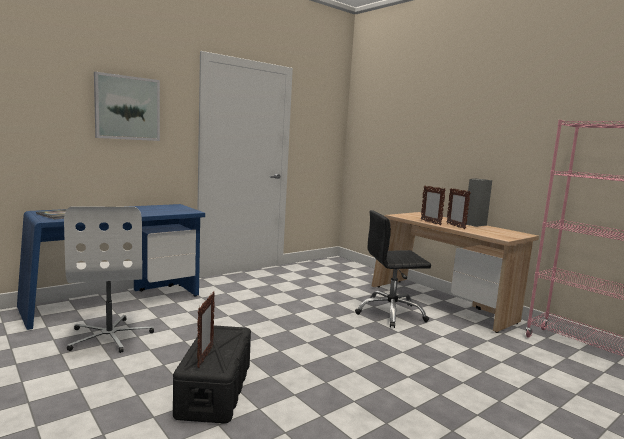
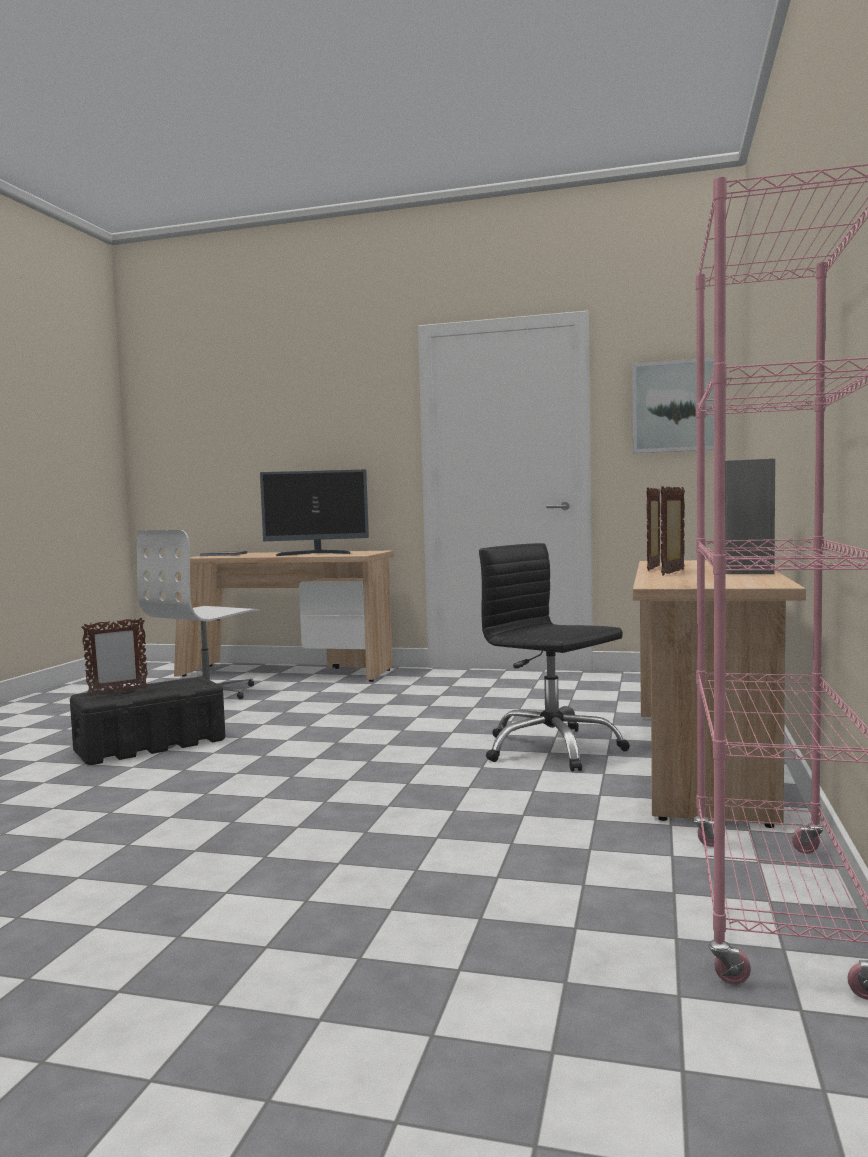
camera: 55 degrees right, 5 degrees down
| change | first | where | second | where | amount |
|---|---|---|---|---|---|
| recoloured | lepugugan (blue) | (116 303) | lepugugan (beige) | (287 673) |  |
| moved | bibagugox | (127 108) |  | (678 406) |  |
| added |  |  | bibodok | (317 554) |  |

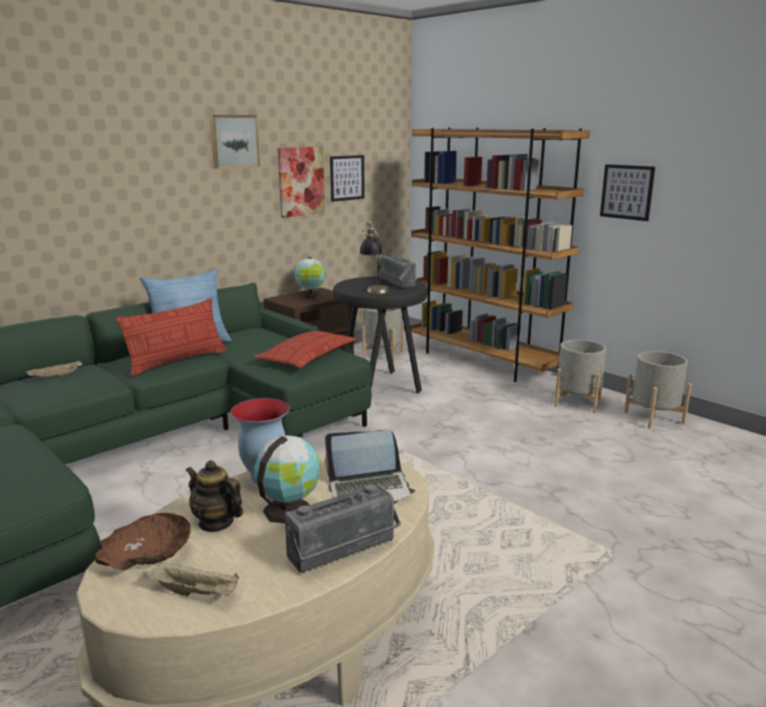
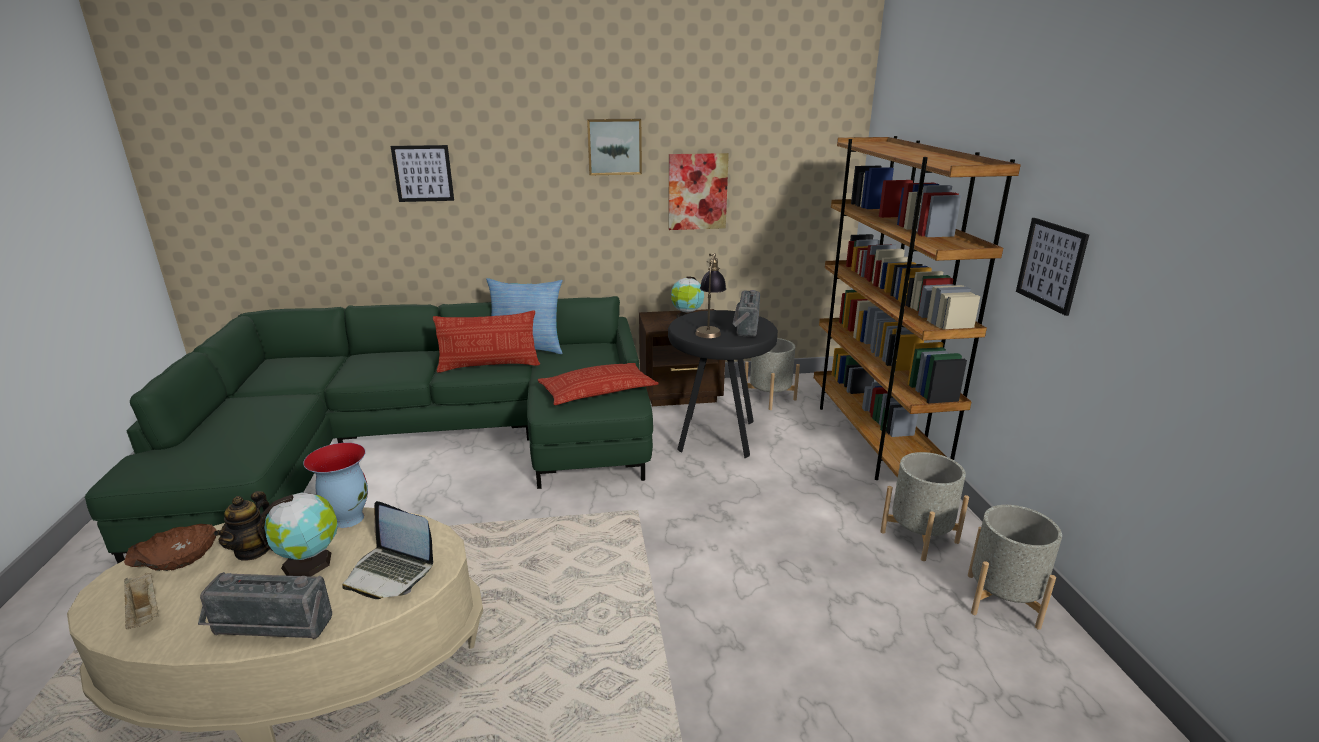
camera: 35 degrees right, 5 degrees up
| change | first | where | second | where | amount |
|---|---|---|---|---|---|
| removed | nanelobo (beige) | (56 377) |  |  |  |
| turned | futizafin | (216 522) |  | (253 550) | 150 degrees counterclockwise |
| moved | bibagugox | (347 178) |  | (423 173) |  |

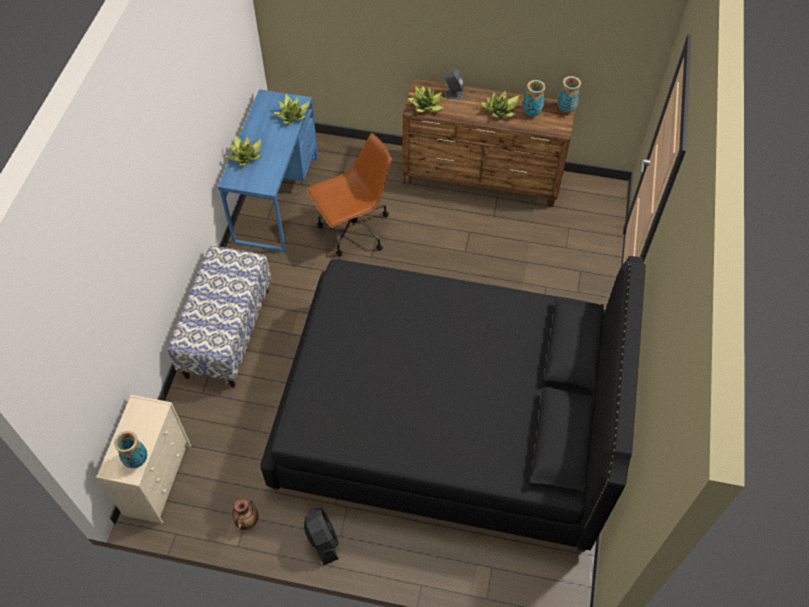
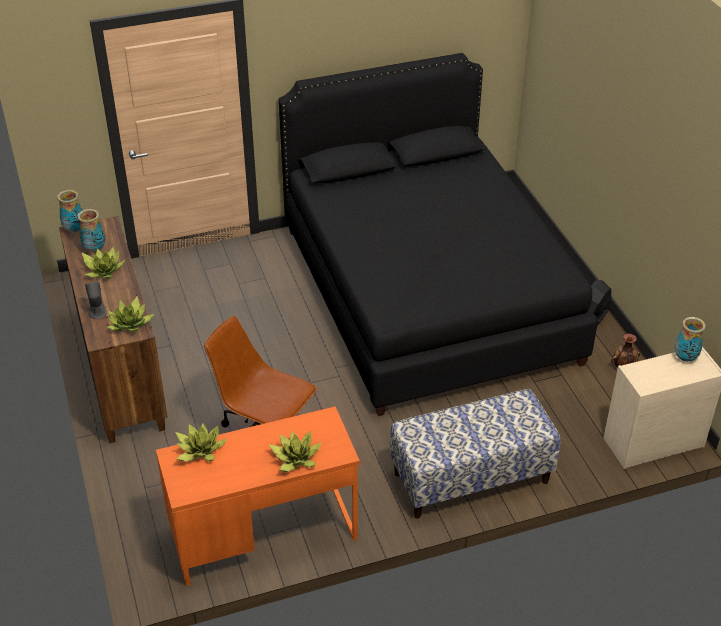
camera: 120 degrees left, 15 degrees down
| change | first | where | second | where | amount |
|---|---|---|---|---|---|
| recoloured | lepugugan (blue) | (277 198) | lepugugan (orange) | (263 533) |  |

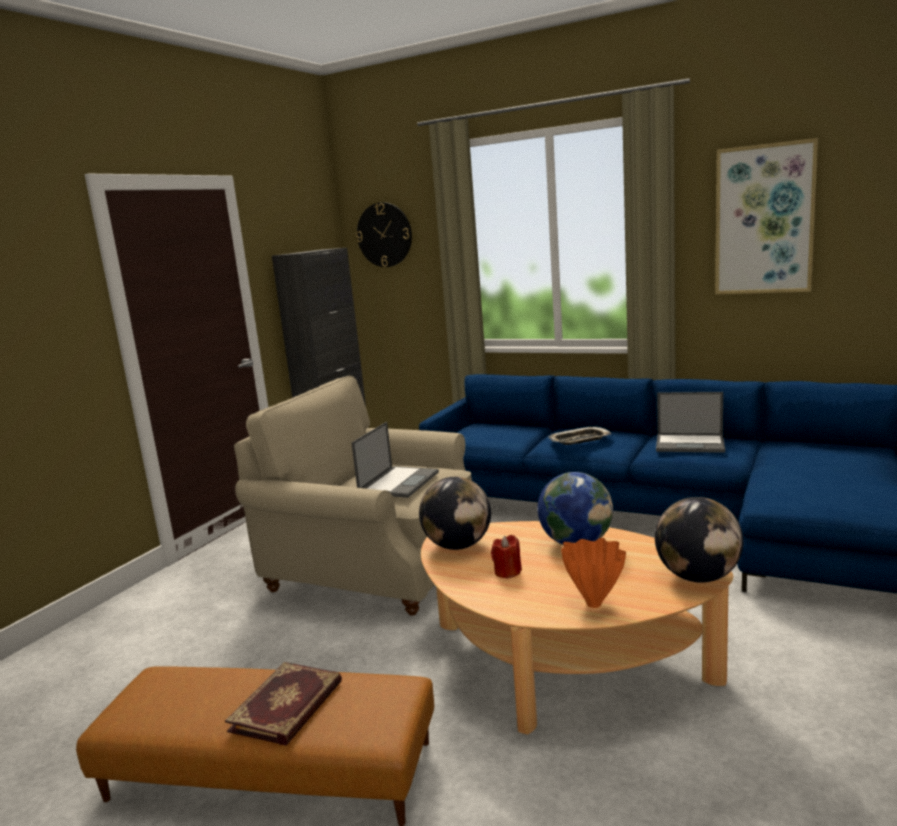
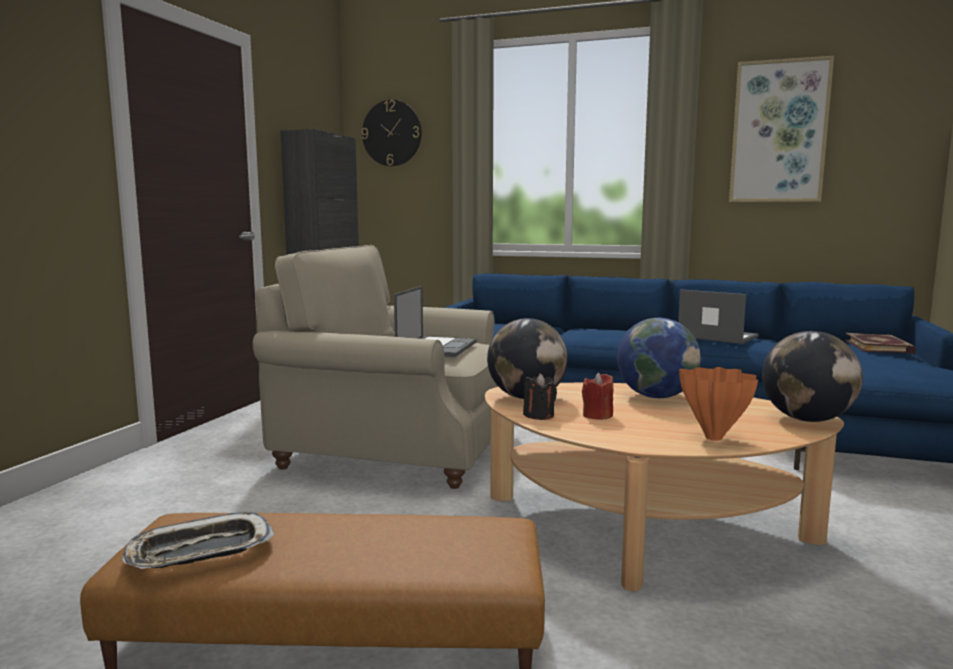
camera: 10 degrees left, 5 degrees down
| change | first | where | second | where | amount |
|---|---|---|---|---|---|
| moved | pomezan | (288 706) |  | (879 346) |  |
| moved | nanelobo | (579 440) |  | (199 551) |  |
| turned | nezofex | (691 444) |  | (716 336) | 150 degrees counterclockwise |
| added |  |  | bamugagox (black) | (539 415) |  |

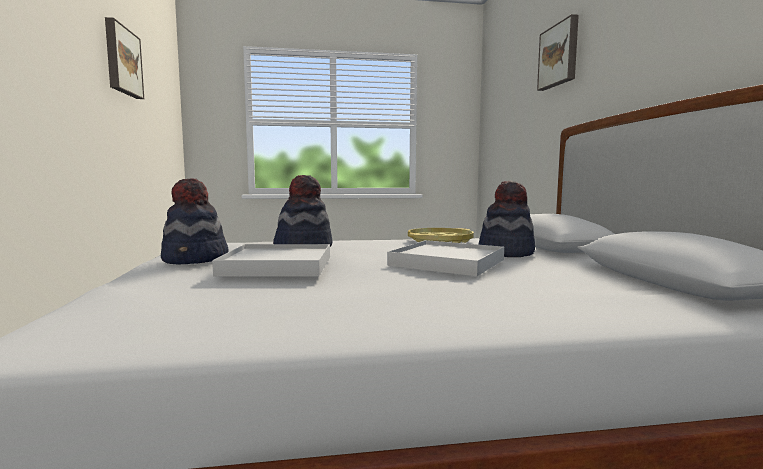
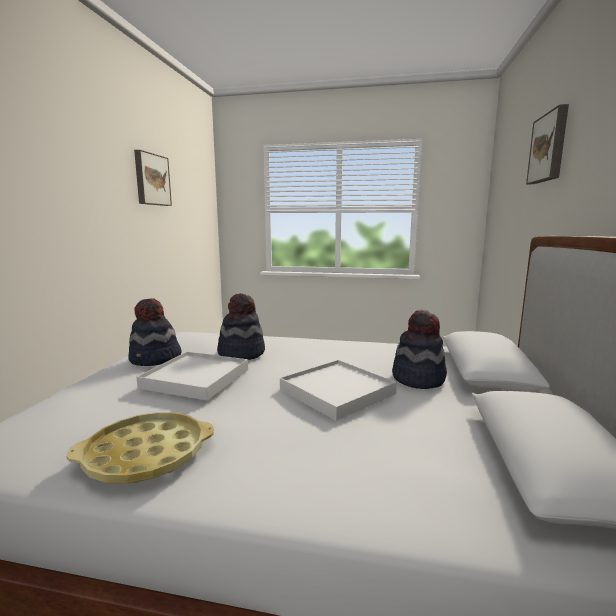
camera: 20 degrees right, 5 degrees up
| change | first | where | second | where | amount |
|---|---|---|---|---|---|
| moved | nanelobo (yellow) | (440 241) |  | (146 455) |  |

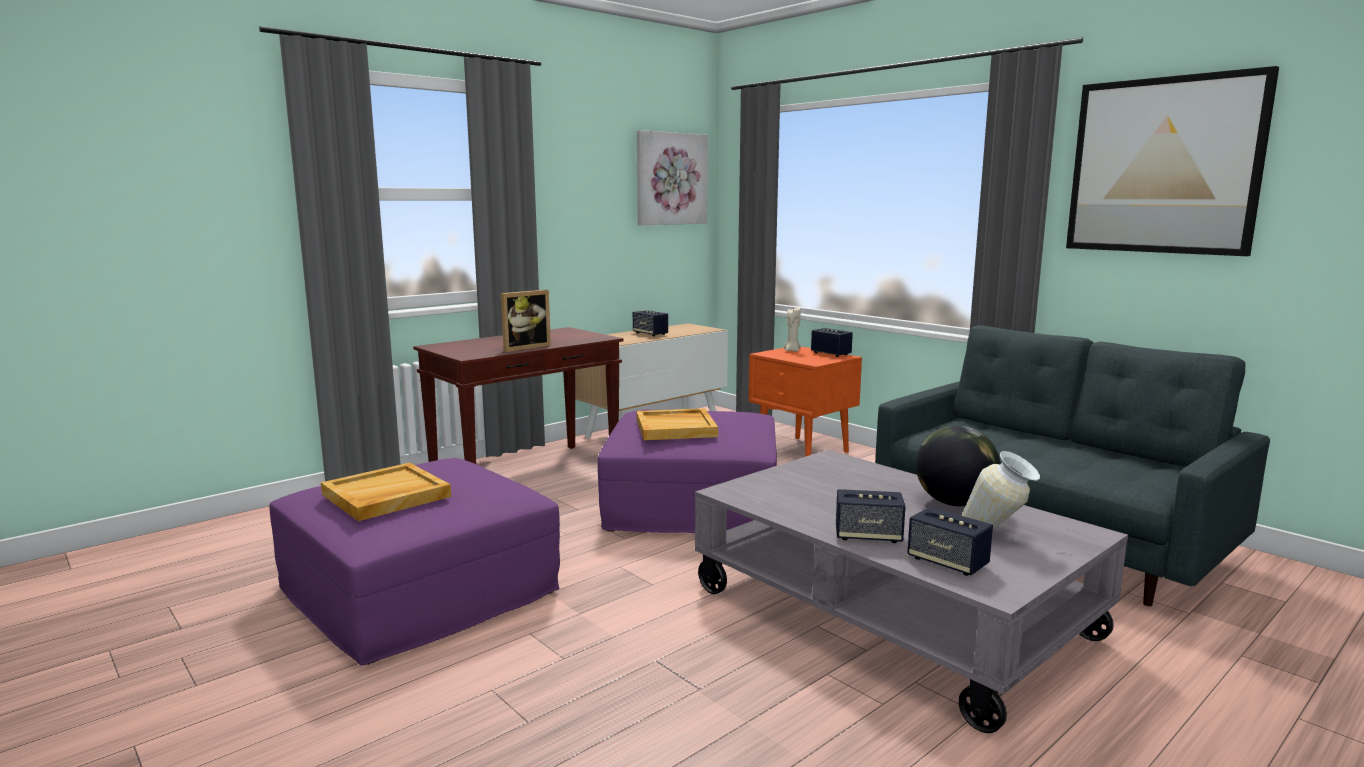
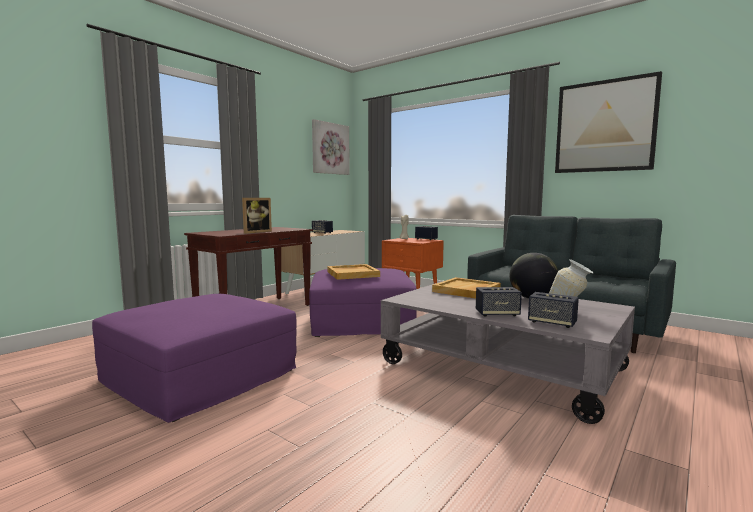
camera: 10 degrees left, 5 degrees down
| change | first | where | second | where | amount |
|---|---|---|---|---|---|
| moved | nanelobo (beige) | (385 496) |  | (466 291) |  |

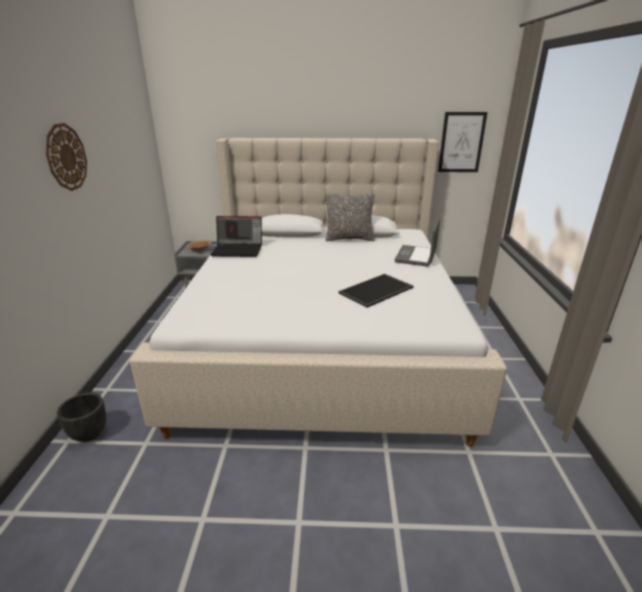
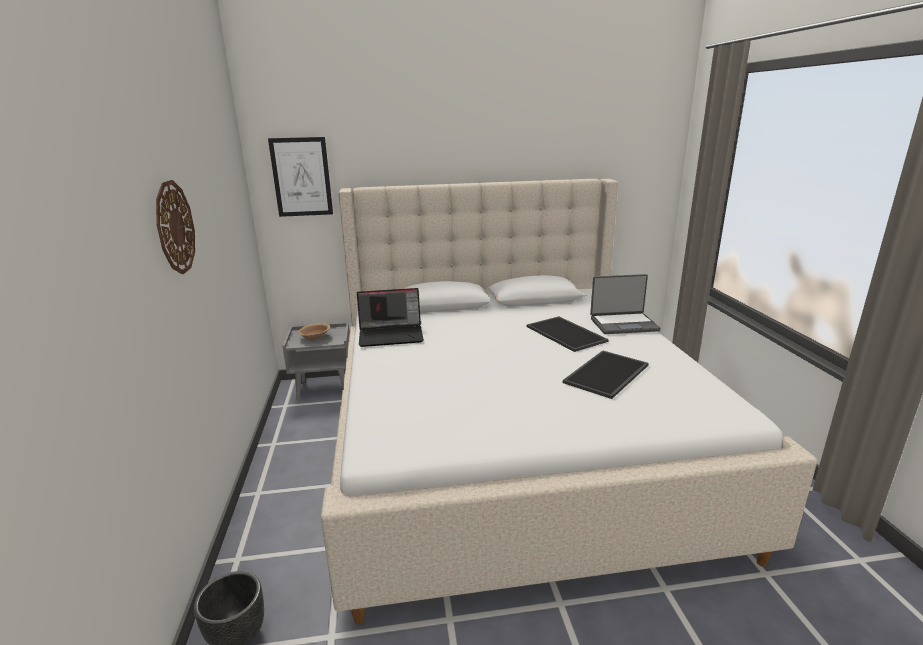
camera: 10 degrees left, 5 degrees down
| change | first | where | second | where | amount |
|---|---|---|---|---|---|
| removed | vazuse | (349 239) |  |  |  |
| turned | nezofex | (416 257) |  | (623 324) | 105 degrees counterclockwise |
| moved | bibagugox | (461 142) |  | (301 177) |  |
| added |  |  | nanelobo | (567 334) |  |

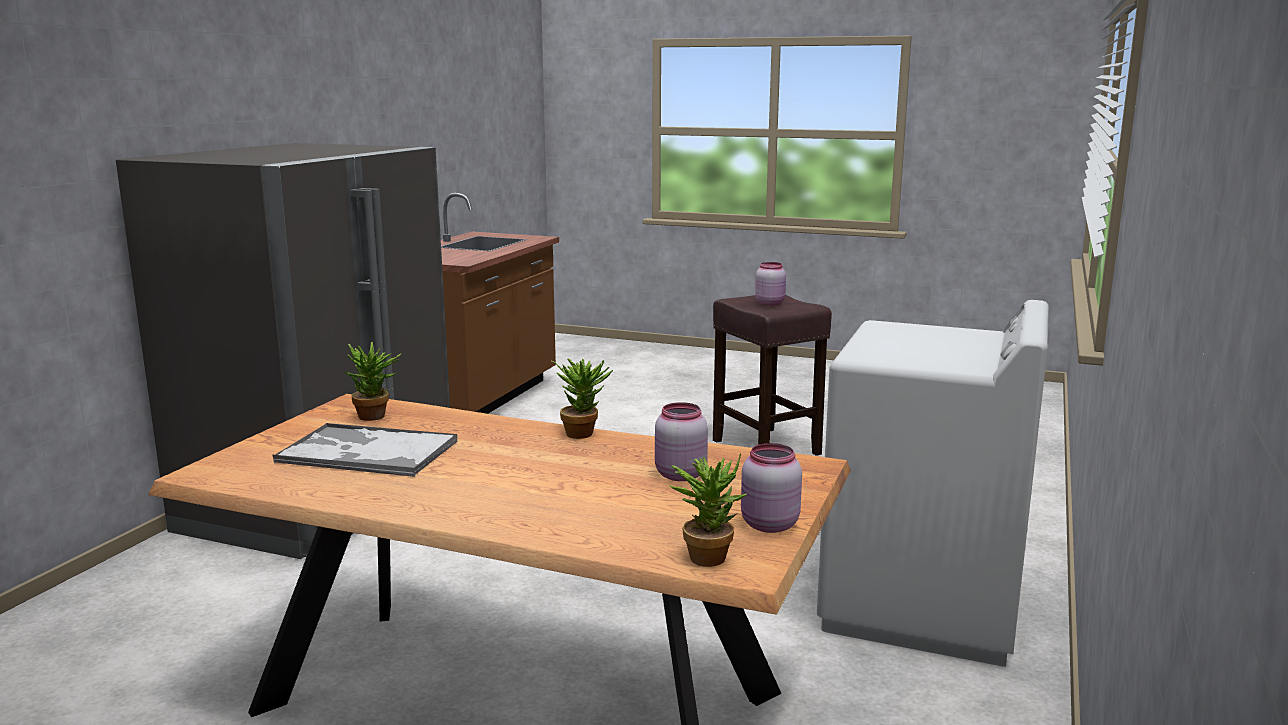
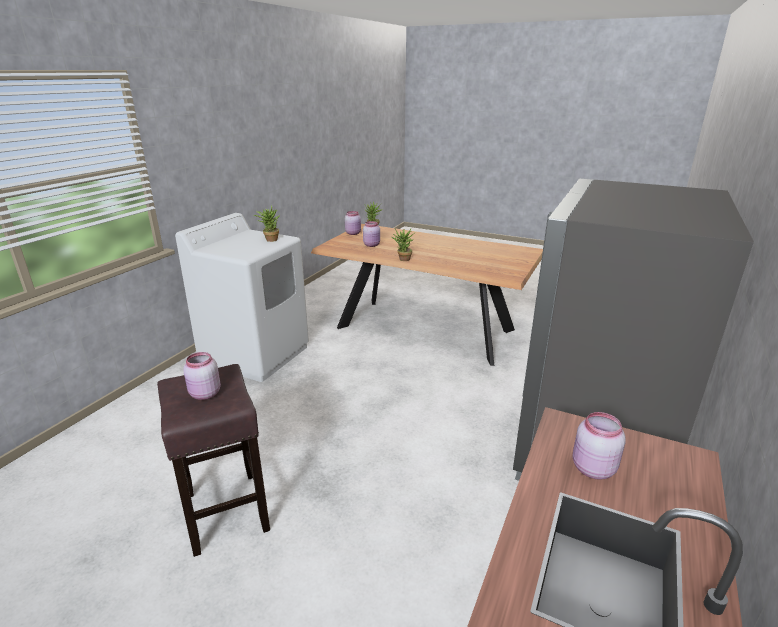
camera: 175 degrees left, 10 degrees up
| change | first | where | second | where | amount |
|---|---|---|---|---|---|
| removed | nanelobo | (366 452) |  |  |  |
| moved | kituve | (376 417) |  | (270 239) |  |
| added |  |  | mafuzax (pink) | (591 468) |  |

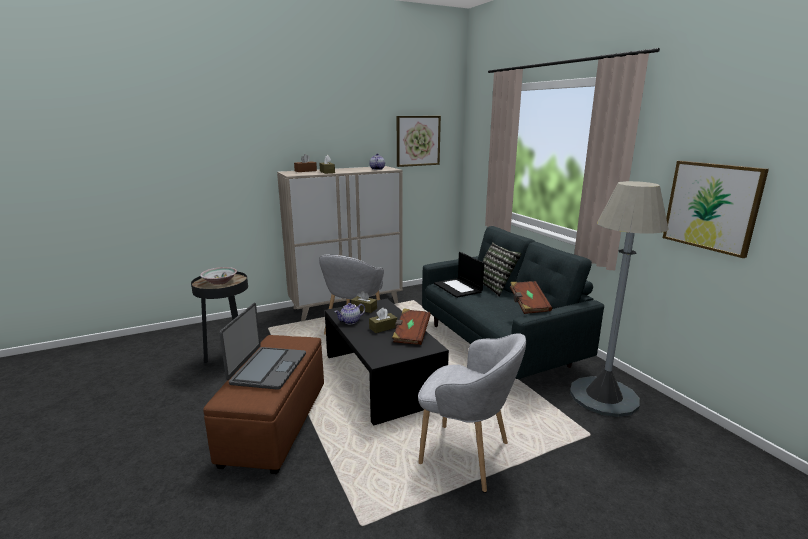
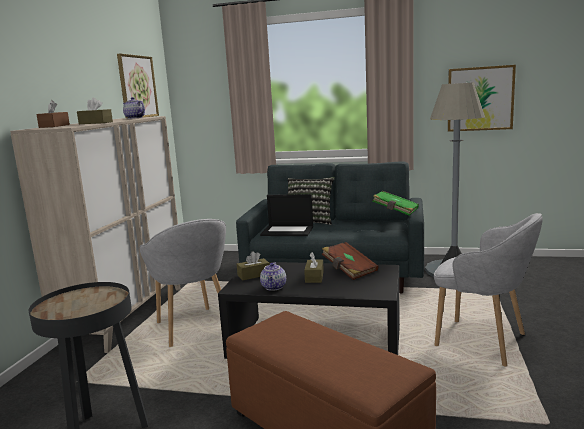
camera: 50 degrees left, 5 degrees down
| change | first | where | second | where | amount |
|---|---|---|---|---|---|
| removed | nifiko | (220 281) |  |  |  |
| removed | nezofex | (267 368) |  |  |  |
| turned | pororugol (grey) | (467 456) |  | (483 342) | 60 degrees clockwise |
| recoloured | pomezan (brown) | (528 305) | pomezan (green) | (395 211) |  |

